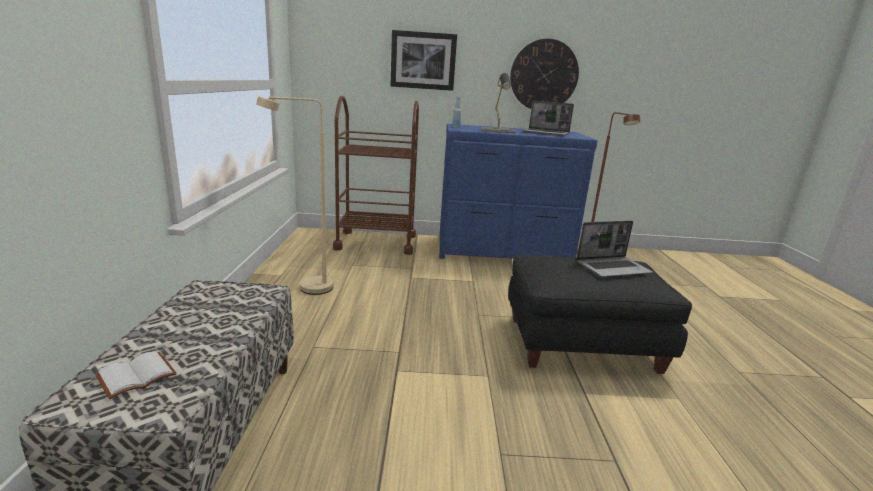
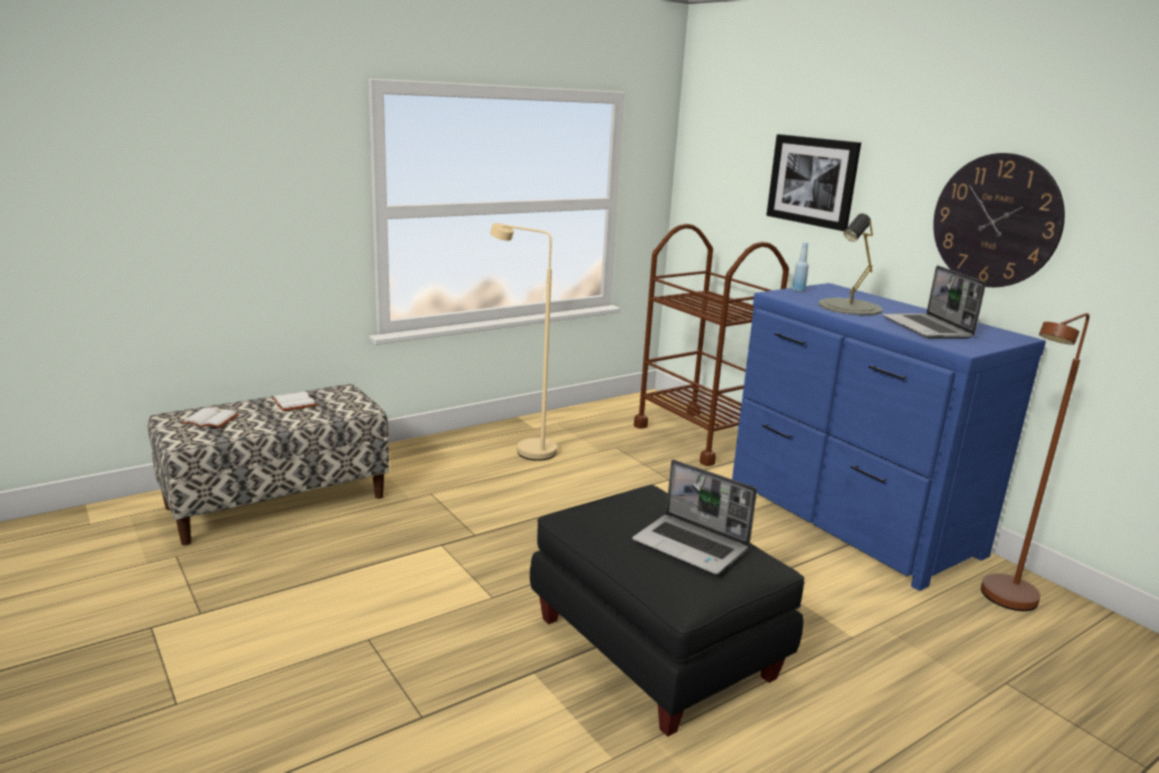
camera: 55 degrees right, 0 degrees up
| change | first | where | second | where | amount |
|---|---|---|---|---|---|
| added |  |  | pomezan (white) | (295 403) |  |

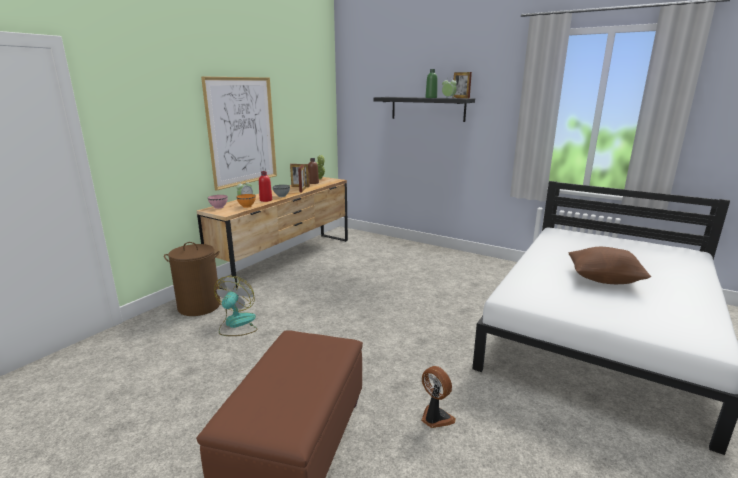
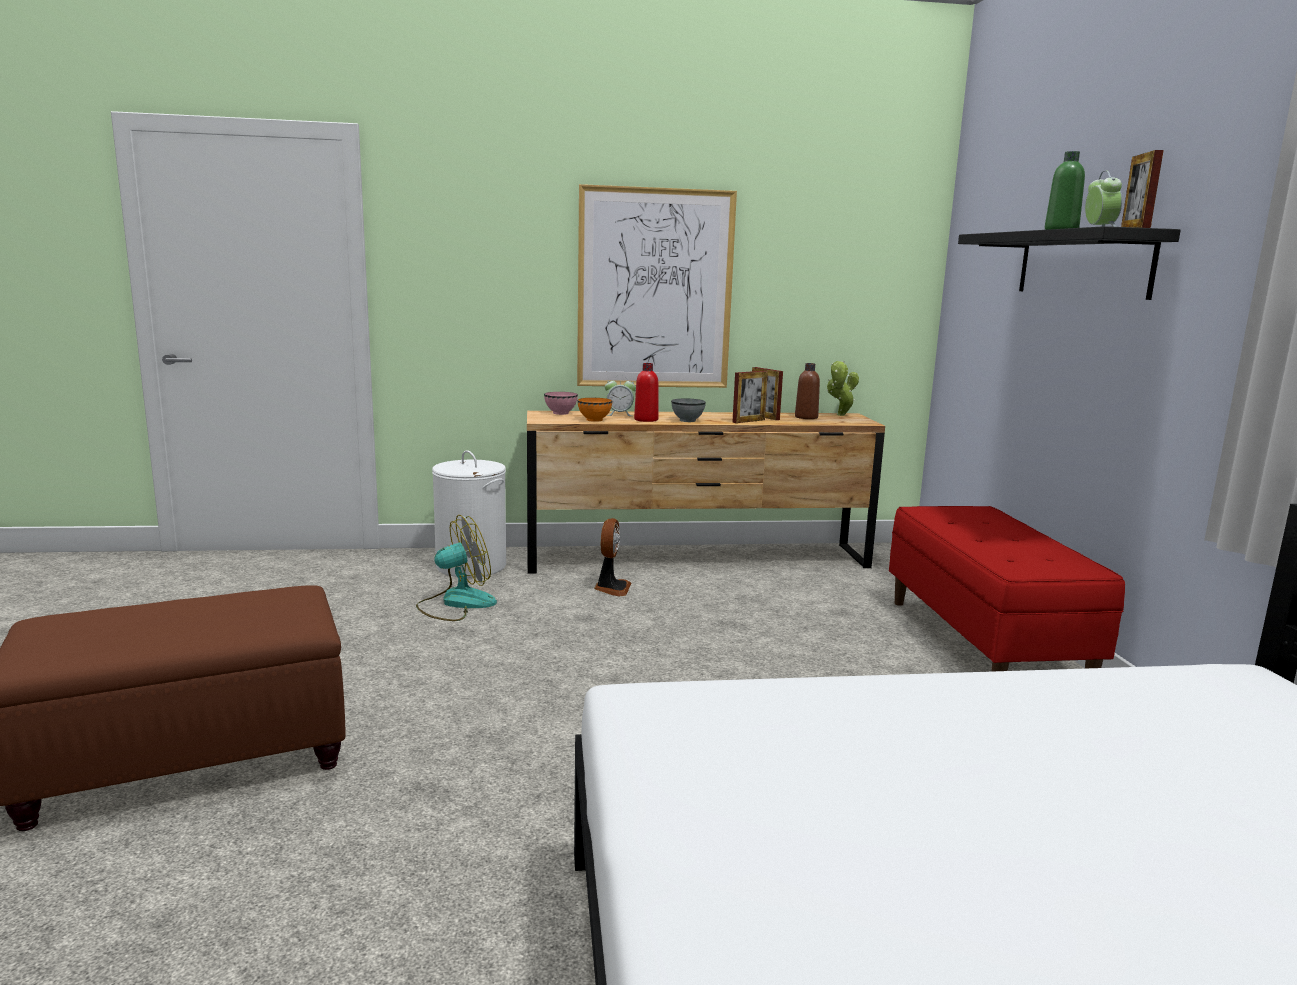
camera: 50 degrees right, 5 degrees down
| change | first | where | second | where | amount |
|---|---|---|---|---|---|
| recoloured | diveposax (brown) | (199 306) | diveposax (white) | (471 566) |  |
| moved | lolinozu | (435 418) |  | (611 588) |  |
| removed | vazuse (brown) | (604 279) |  |  |  |
| added |  |  | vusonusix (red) | (984 643) |  |

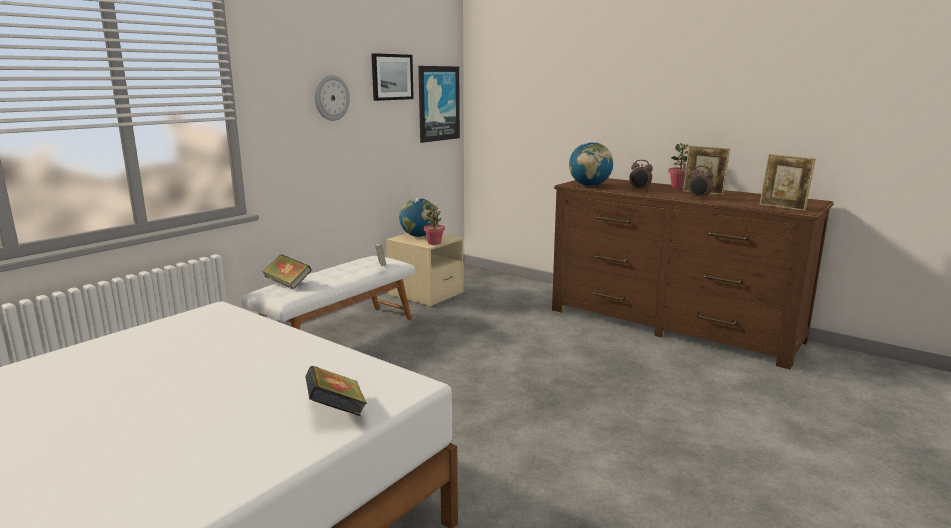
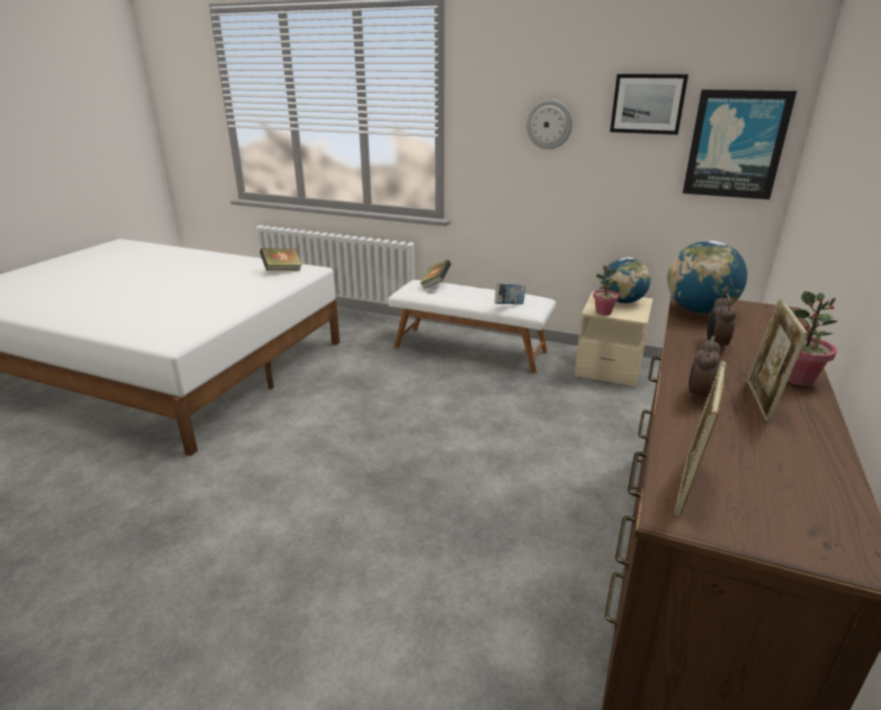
camera: 75 degrees right, 10 degrees up
| change | first | where | second | where | amount |
|---|---|---|---|---|---|
| moved | pomezan | (336 412) |  | (282 270) |  |

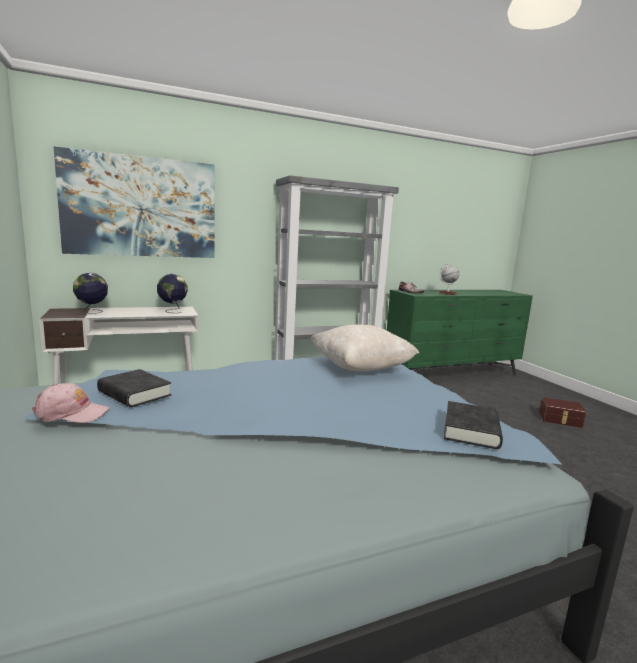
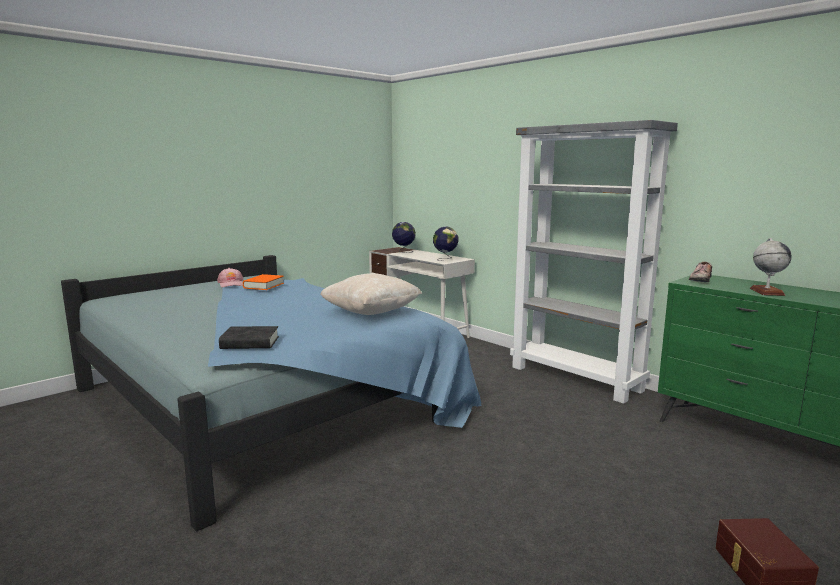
camera: 70 degrees right, 0 degrees up
| change | first | where | second | where | amount |
|---|---|---|---|---|---|
| removed | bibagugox | (141 207) |  |  |  |
| recoloured | pomezan (black) | (134 393) | pomezan (orange) | (264 285) |  |

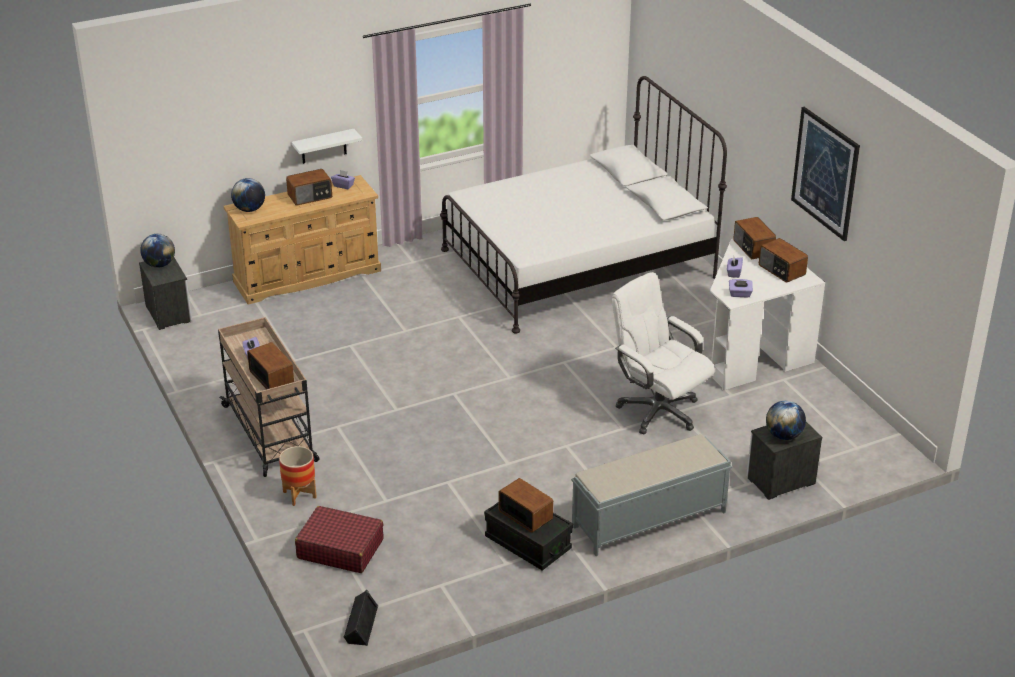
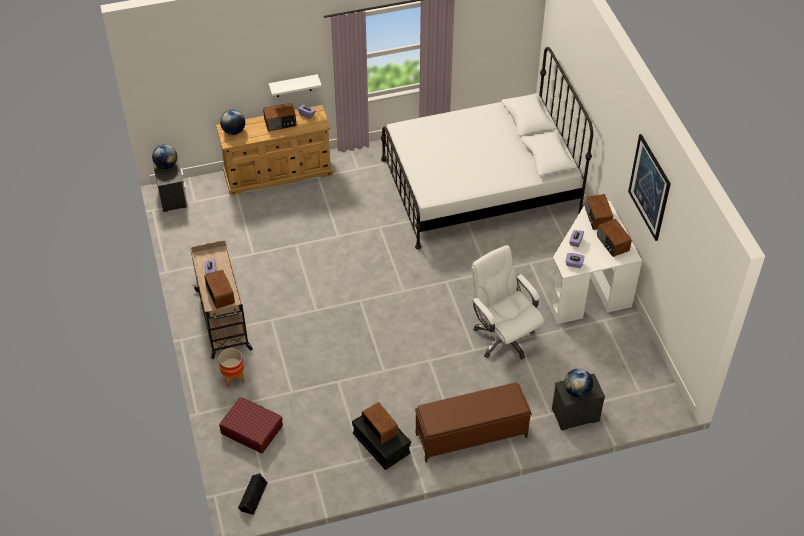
camera: 10 degrees right, 15 degrees up
| change | first | where | second | where | amount |
|---|---|---|---|---|---|
| recoloured | vusonusix (grey) | (648 519) | vusonusix (brown) | (470 435) |  |

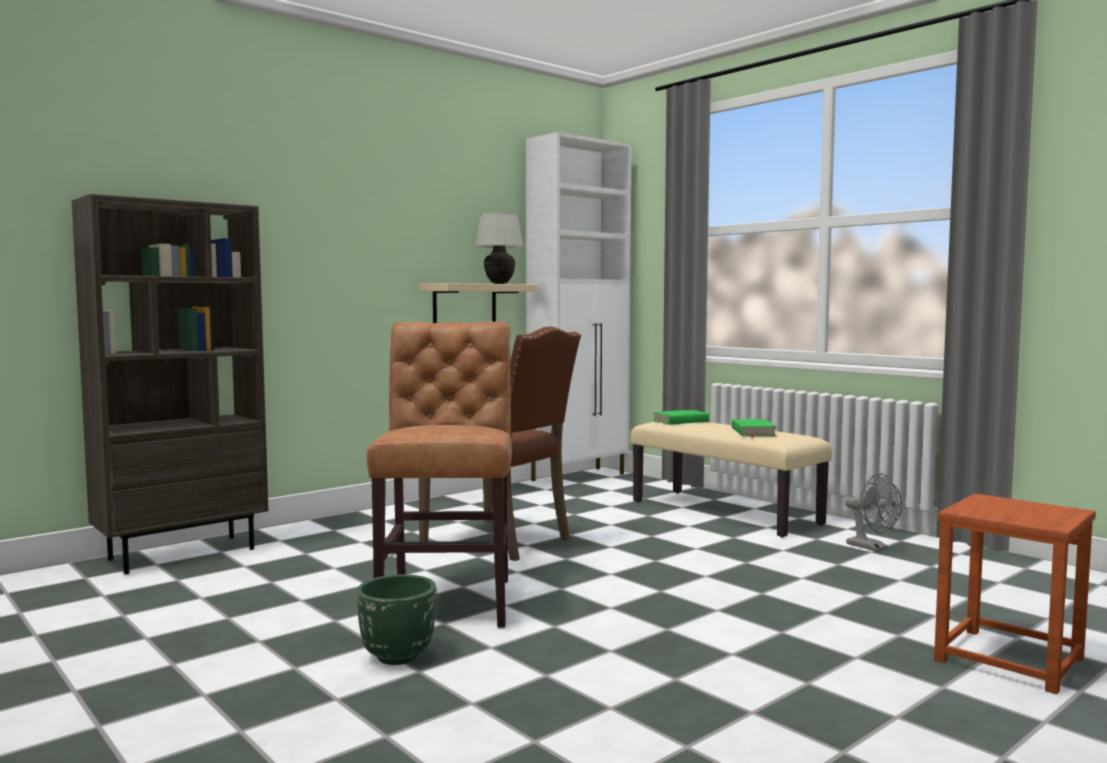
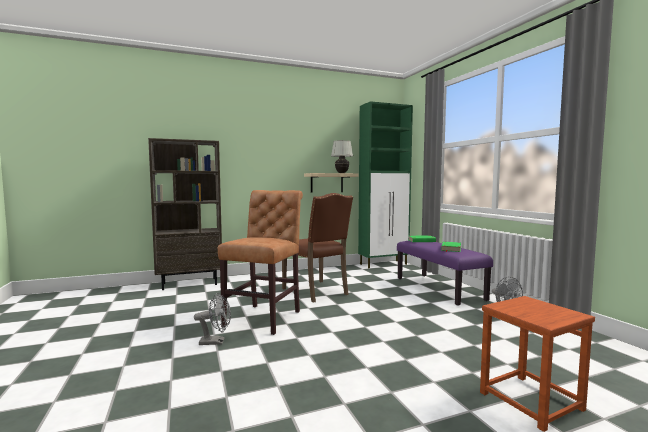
camera: 20 degrees right, 0 degrees up
| change | first | where | second | where | amount |
|---|---|---|---|---|---|
| replaced | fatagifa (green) | (397 657) | lolinozu (grey) | (216 342) |  |
| recoloured | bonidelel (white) | (579 477) | bonidelel (green) | (384 264) |  |
| recoloured | vusonusix (beige) | (725 512) | vusonusix (purple) | (439 288) |  |

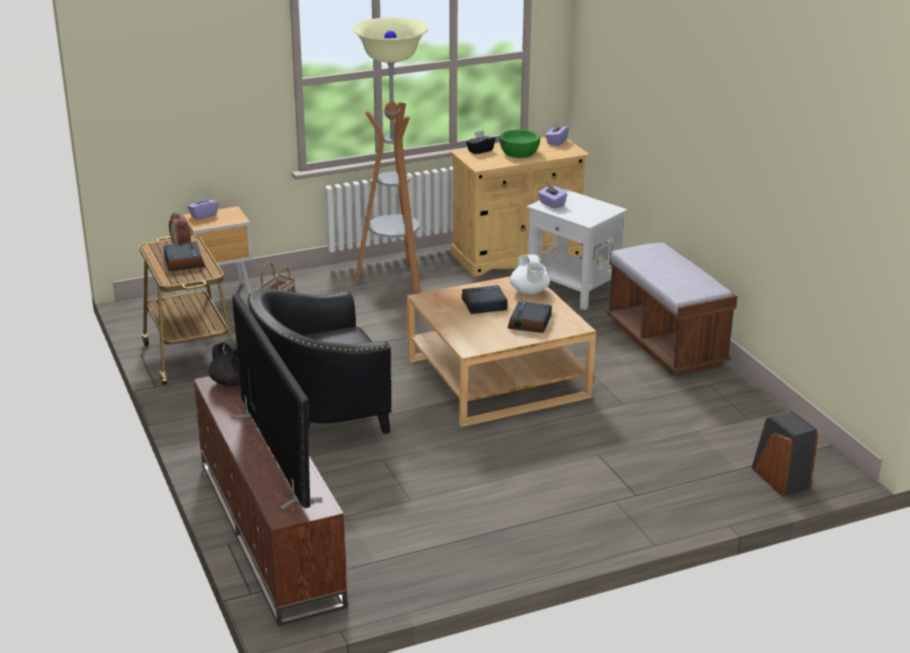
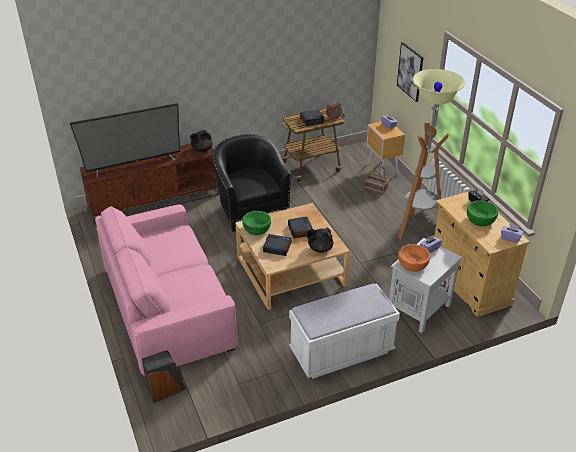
camera: 90 degrees right, 10 degrees up
| change | first | where | second | where | amount |
|---|---|---|---|---|---|
| recoloured | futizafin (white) | (529 292) | futizafin (black) | (319 249) |  |
| recoloured | vusonusix (brown) | (666 343) | vusonusix (white) | (341 351) |  |
| added |  |  | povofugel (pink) | (167 307) |  |
| added |  |  | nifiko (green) | (257 228) |  |
| added |  |  | bibagugox | (410 71) |  |
| added |  |  | nifiko (orange) | (412 264) |  |

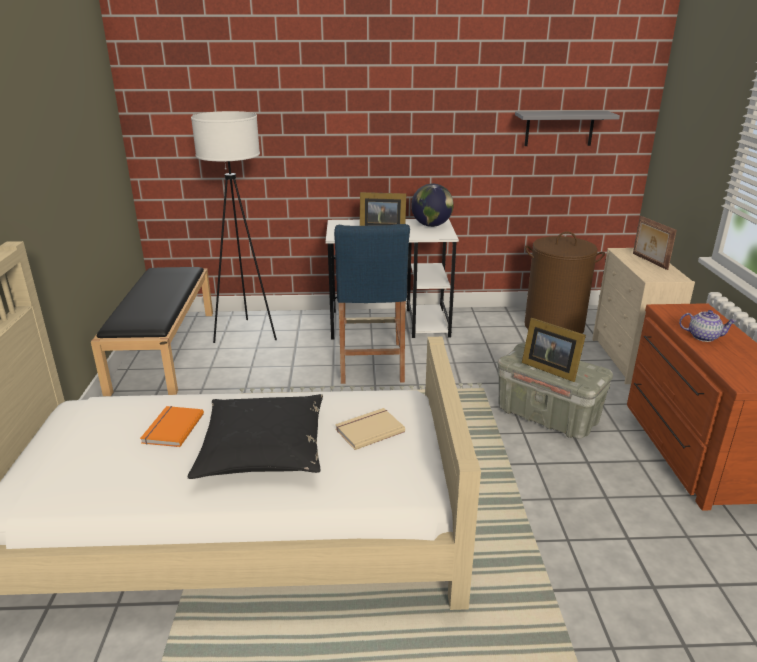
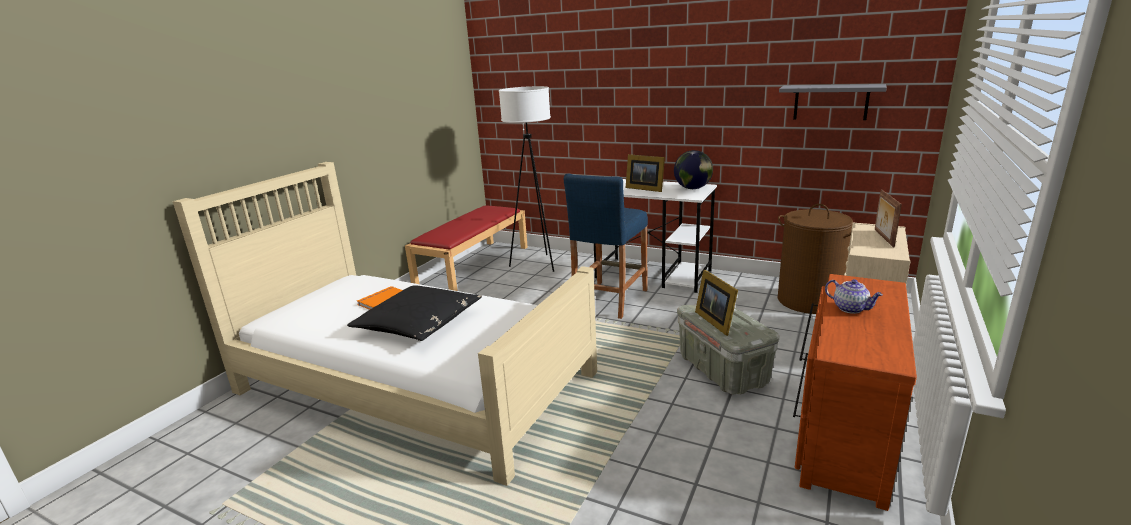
camera: 30 degrees right, 5 degrees down
| change | first | where | second | where | amount |
|---|---|---|---|---|---|
| recoloured | vusonusix (black) | (164 349) | vusonusix (red) | (474 265) |  |
| removed | pomezan (beige) | (368 430) |  |  |  |

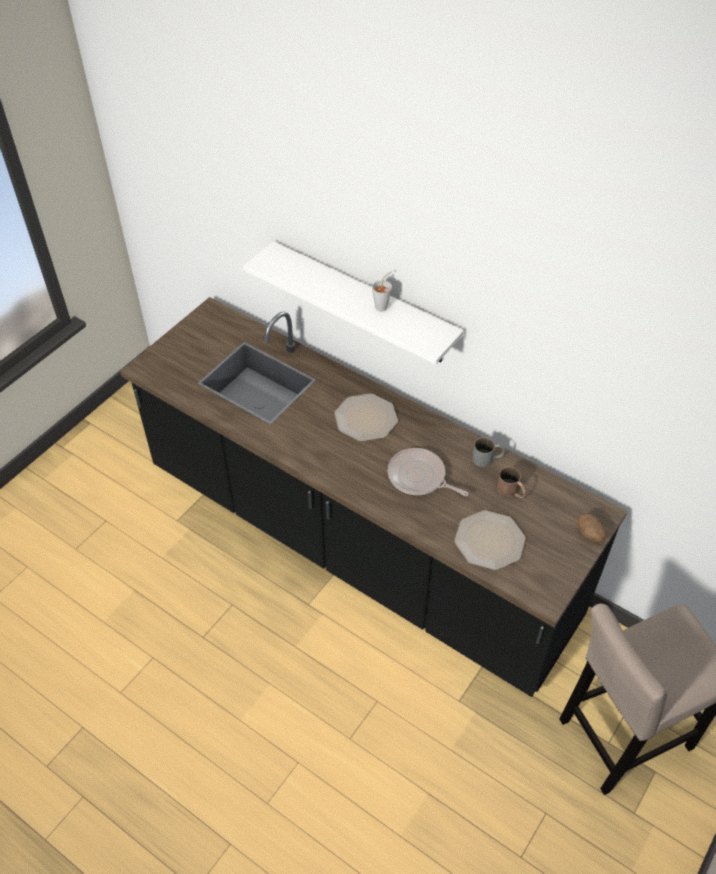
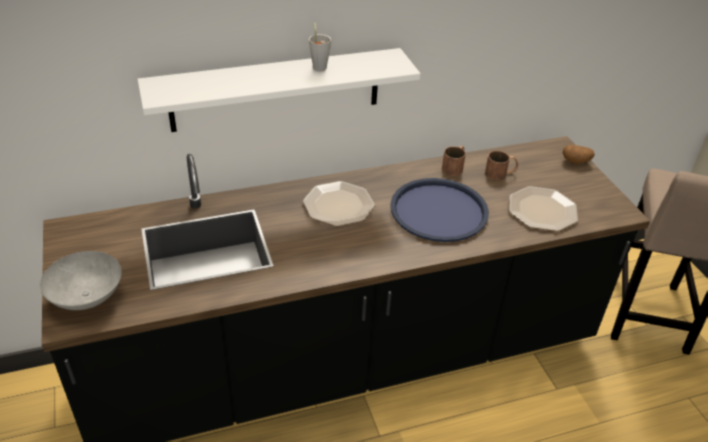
camera: 55 degrees left, 10 degrees down
| change | first | where | second | where | amount |
|---|---|---|---|---|---|
| replaced | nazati | (419 477) | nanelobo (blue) | (439 211) |  |
| recoloured | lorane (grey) | (488 458) | lorane (brown) | (454 167) |  |
| added |  |  | nifiko (grey) | (88 296) |  |

